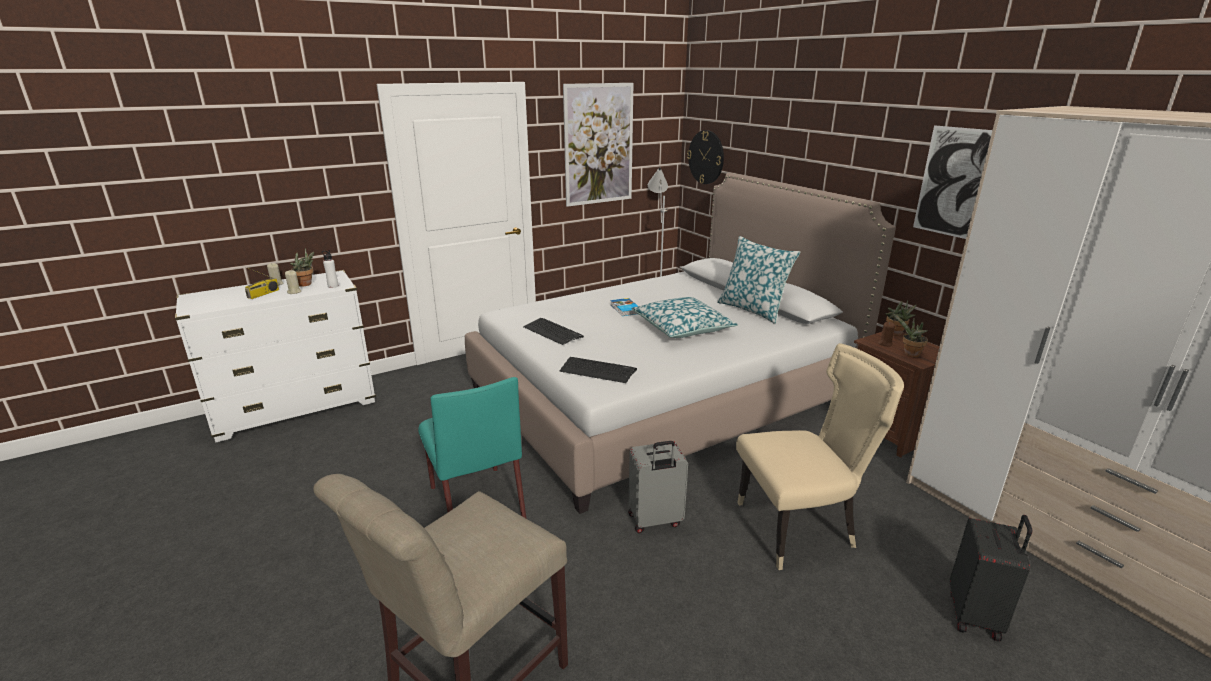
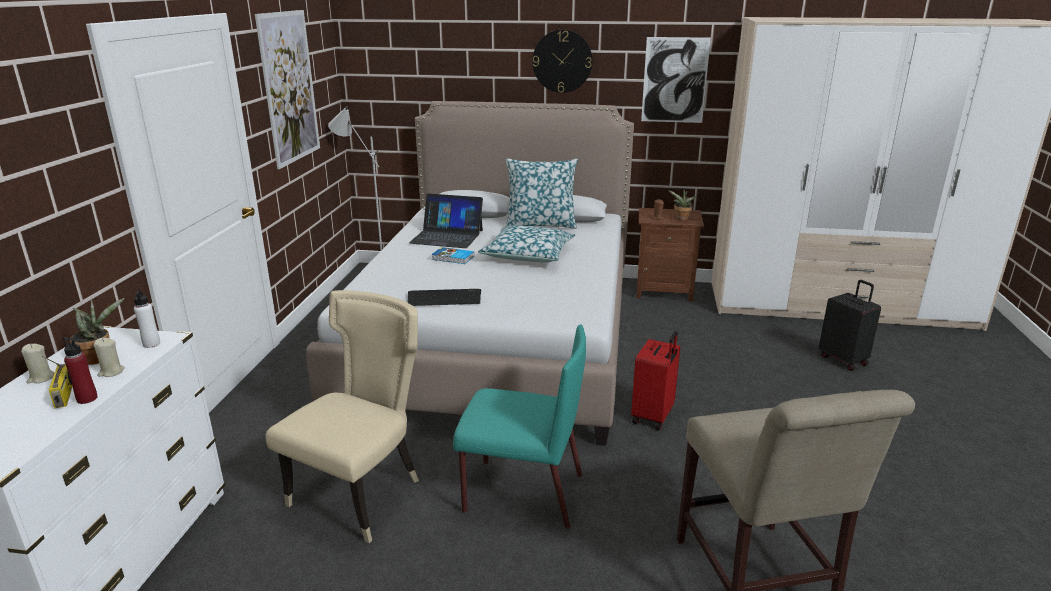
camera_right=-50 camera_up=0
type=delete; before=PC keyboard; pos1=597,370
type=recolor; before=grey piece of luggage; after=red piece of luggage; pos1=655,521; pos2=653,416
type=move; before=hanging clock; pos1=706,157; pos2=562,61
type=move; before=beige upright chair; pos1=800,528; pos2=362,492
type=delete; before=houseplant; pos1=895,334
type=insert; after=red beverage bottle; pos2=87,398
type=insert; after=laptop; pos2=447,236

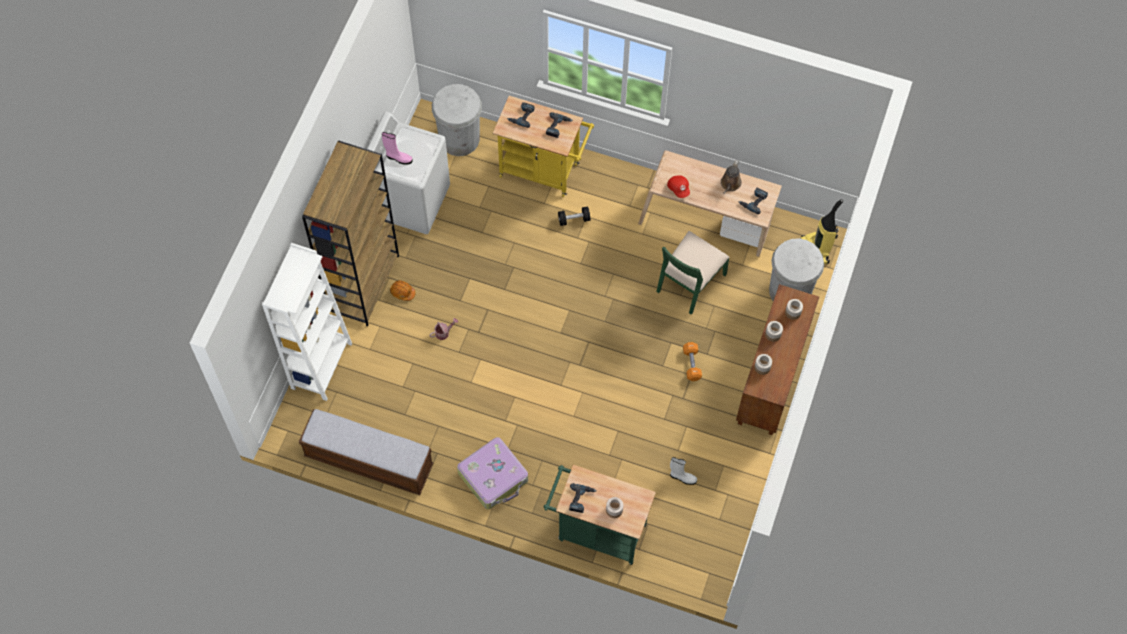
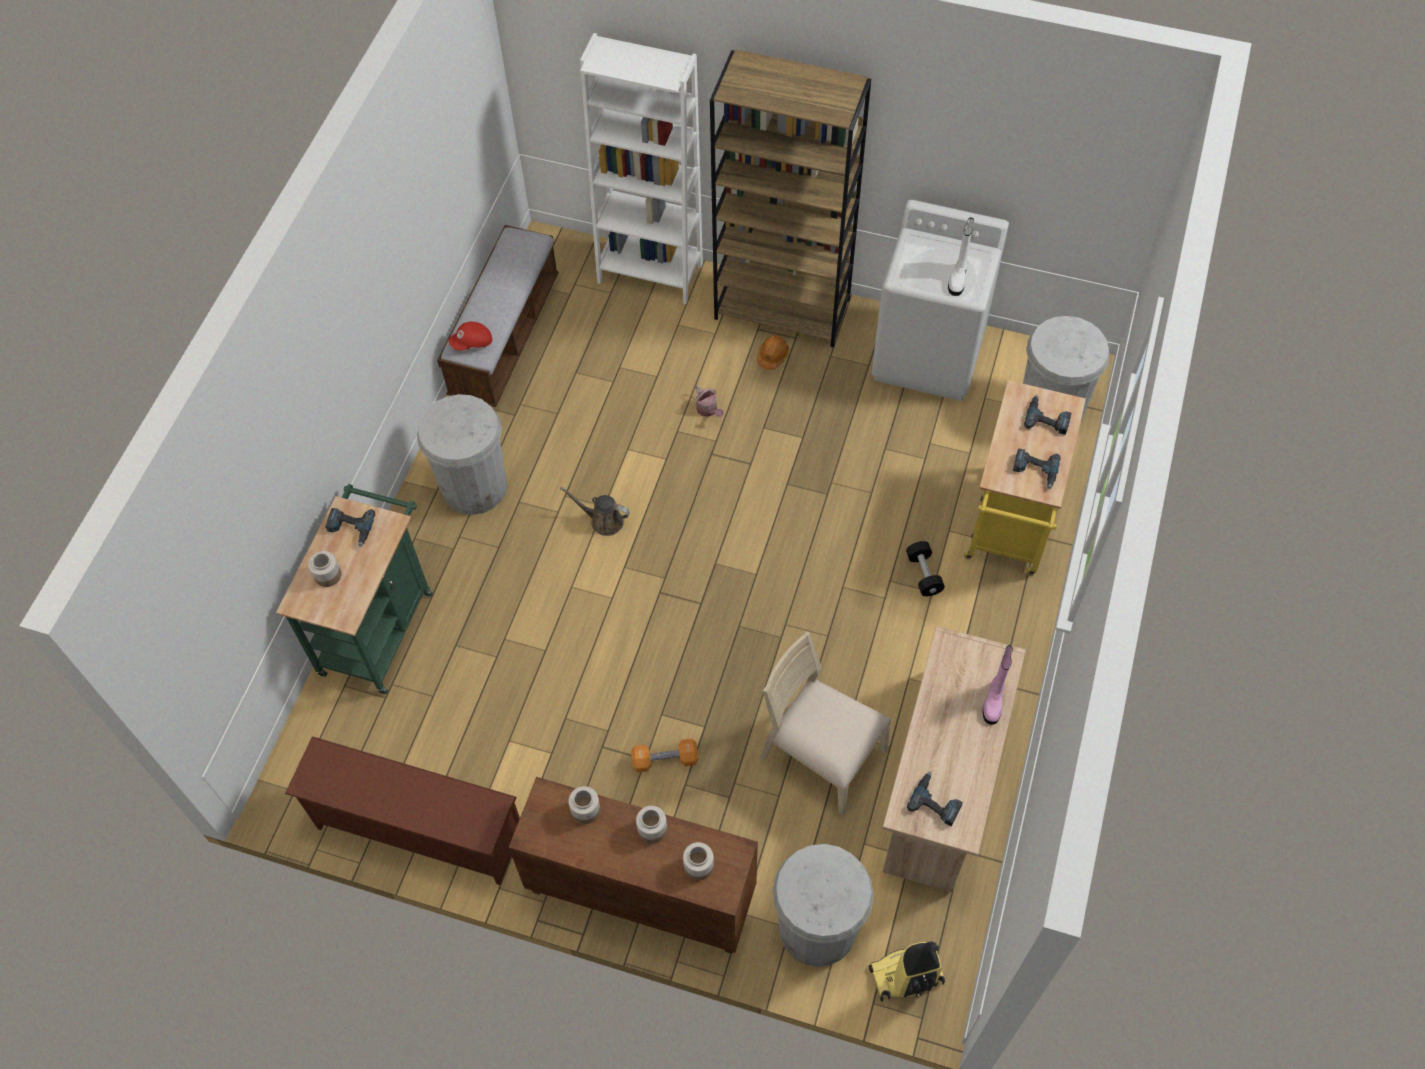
camera_right=90 camera_up=-5
type=move; before=pink-coloured boot; pos1=398,158; pos2=993,700
type=replace; before=piece of luggage; after=whitish waste bin; pos1=494,477; pos2=474,486
type=recolor; before=green-coloured upright chair; after=beige upright chair; pos1=689,282; pos2=821,755
type=move; before=red peaked cap; pos1=679,189; pos2=472,343
type=move; before=whitish boot; pos1=682,477; pos2=958,278
type=move; before=brown sprinkling can; pos1=730,184; pos2=603,521
type=insert; after=brown shoe stand; pos2=418,831

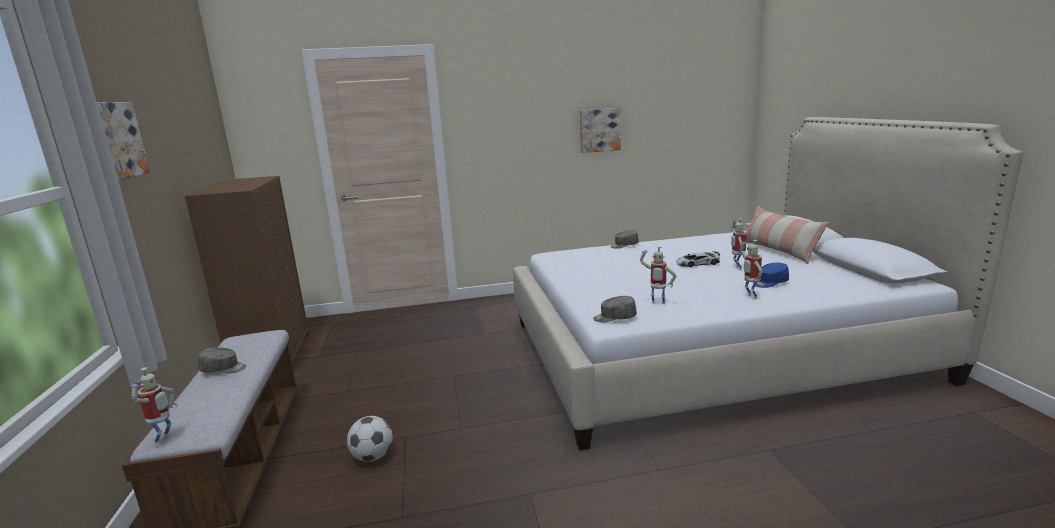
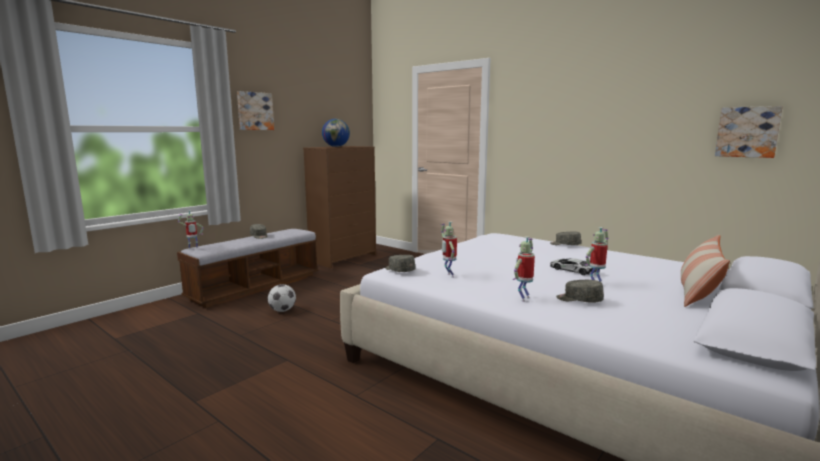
camera_right=50 camera_up=-5
type=move; before=picture; pos1=599,130; pos2=747,132
type=recolor; before=blue-coloured peaked cap; after=grey peaked cap; pos1=770,283; pos2=579,300
type=insert; after=desk globe; pos2=336,146

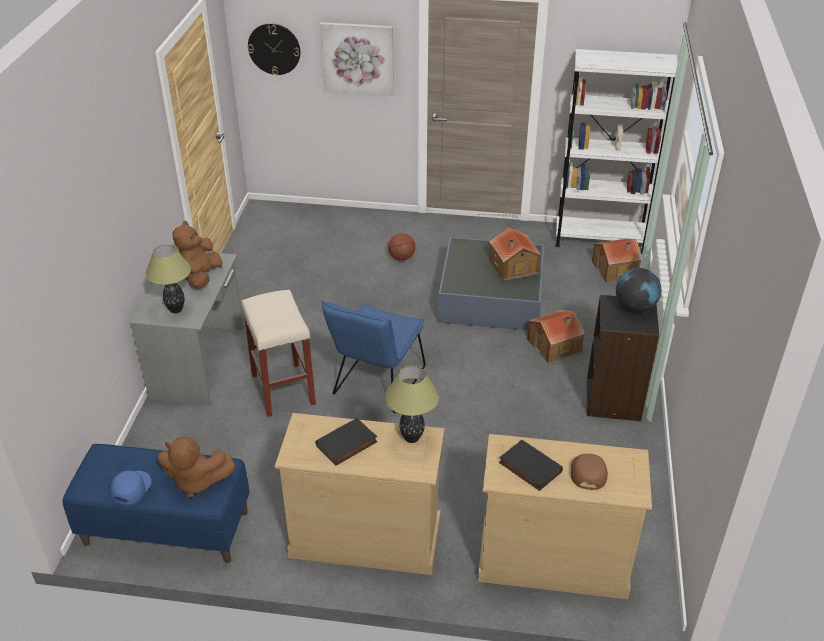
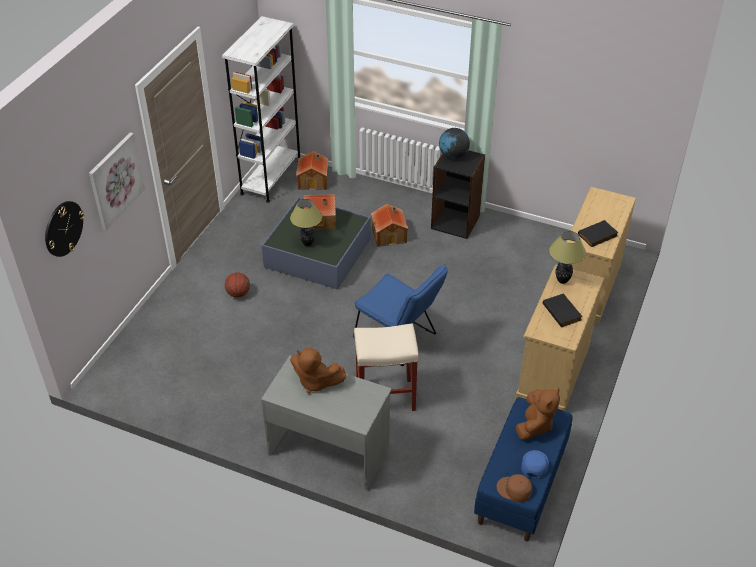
camera_right=-75 camera_up=5
type=rotate; before=blue-coloured peaked cap; pos1=130,488; pos2=534,465; turn=75
type=move; before=lamp for a table; pos1=175,310; pos2=307,243
type=move; before=brown peaked cap; pos1=587,472; pos2=514,490

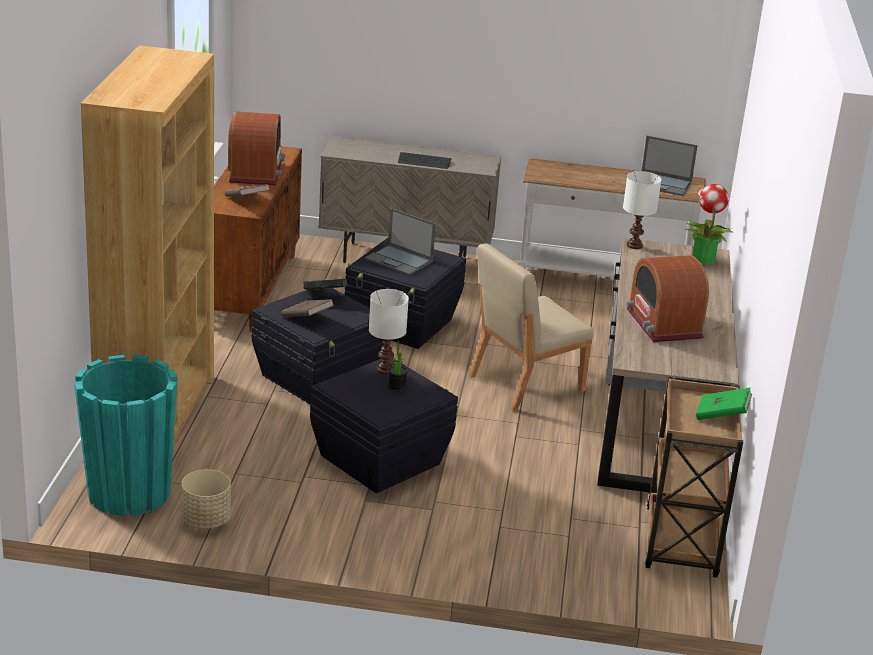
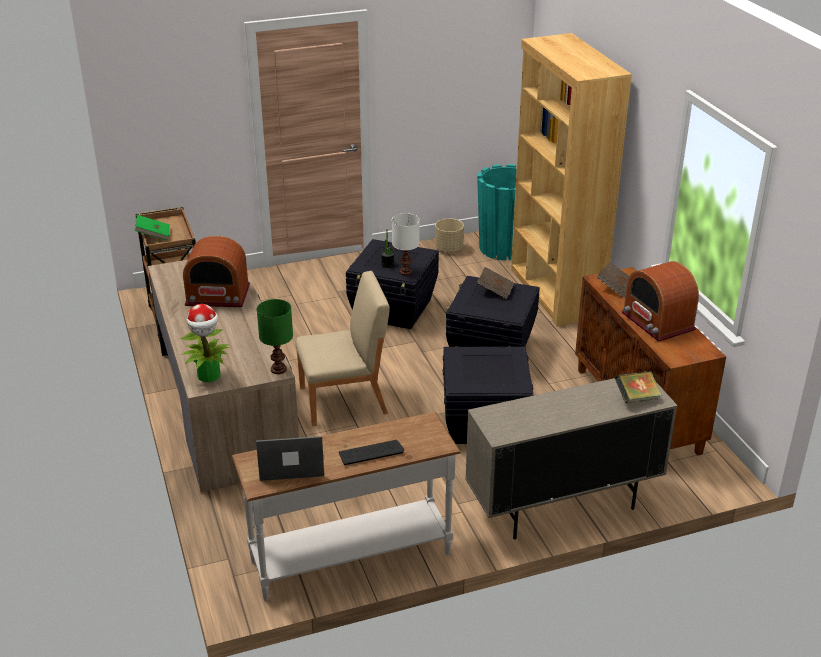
camera_right=155 camera_up=5
type=move; before=volume; pos1=324,296; pos2=636,398
type=delete; before=laptop; pos1=400,260
type=move; before=PC keyboard; pos1=424,162; pos2=371,453
type=rotate; before=beige upright chair; pos1=524,383; pos2=344,400; turn=45
type=recolor; before=whitish lamp for a table; after=green-coloured lamp for a table; pos1=634,246; pos2=278,369
type=rotate; before=radio receiver; pos1=663,323; pos2=218,295; turn=135

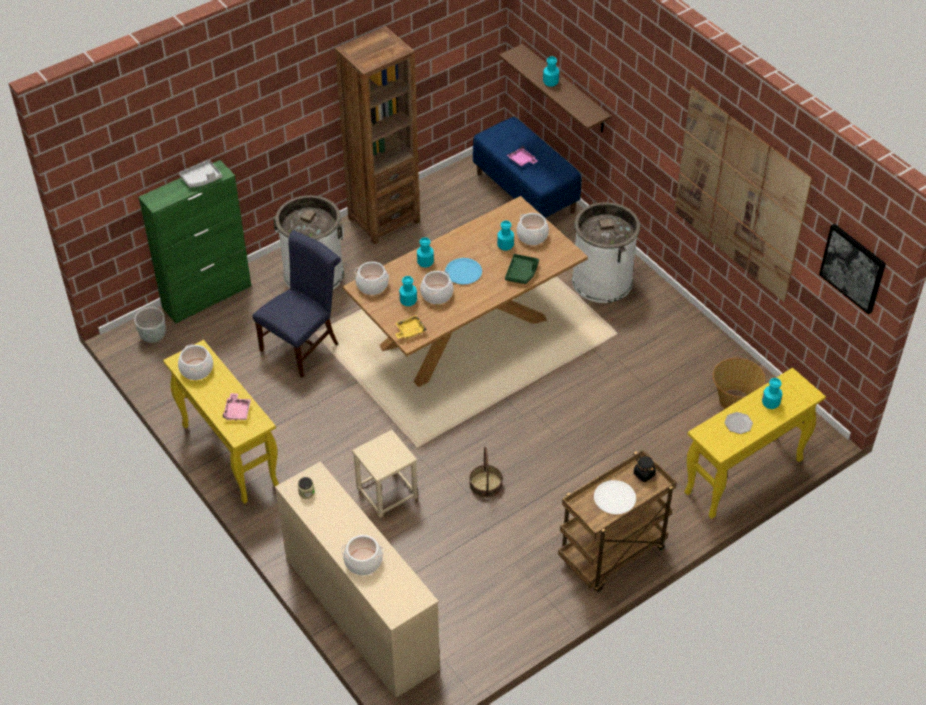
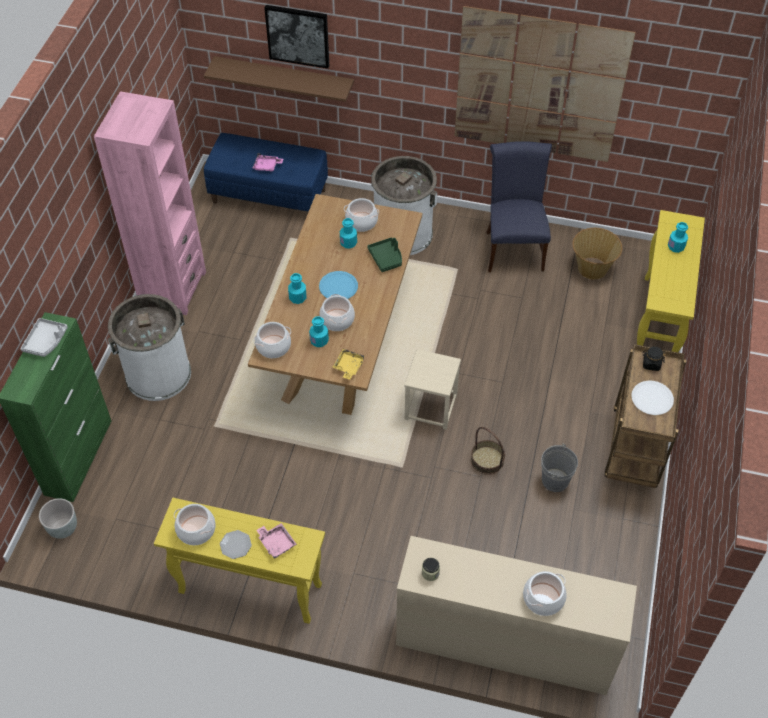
camera_right=-40 camera_up=5
type=move; before=blue-coloured upright chair; pos1=303,344; pos2=513,248
type=recolor; before=brown bookshelf; after=pink-coloured bookshelf; pos1=384,220; pos2=172,288
type=move; before=beige stool; pos1=387,493; pos2=431,407
type=delete; before=blue-green beverage bottle; pos1=550,82
type=move; before=flat dish; pos1=738,424; pos2=235,545
type=move; before=picture; pos1=853,268; pos2=298,35
type=insert; after=grey bucket; pos2=555,480

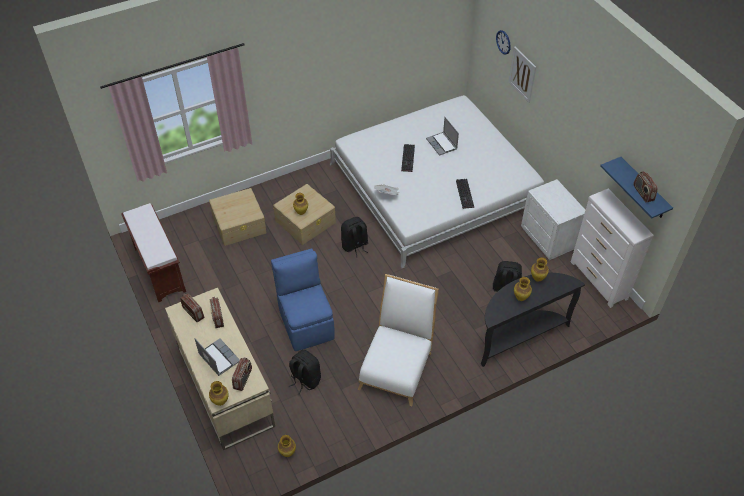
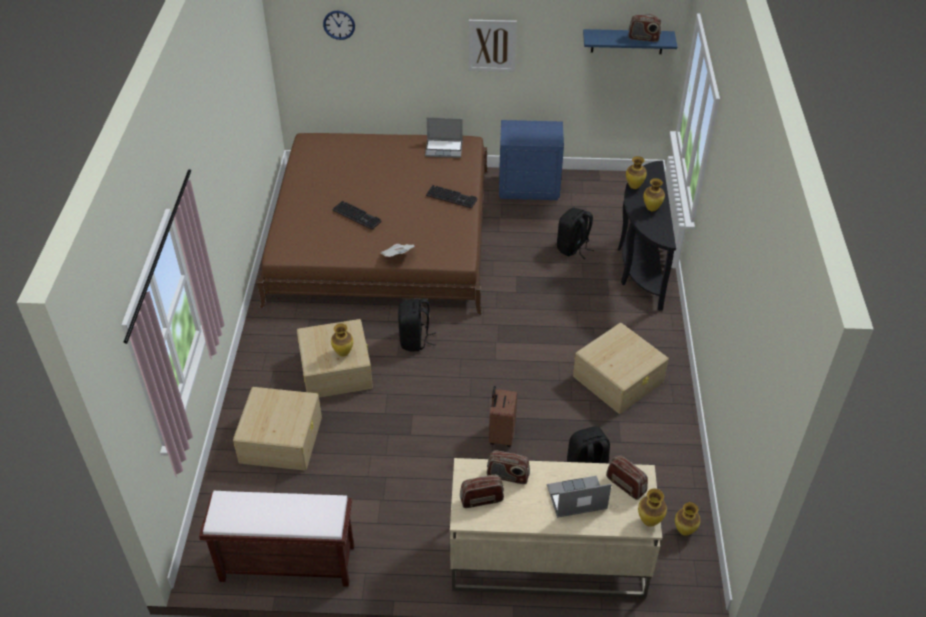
camera_right=-60 camera_up=-5
type=replace; before=blue-coloured upright chair; after=brown piece of luggage; pos1=306,323; pos2=501,435
type=recolor; before=whitish bed; after=brown bed; pos1=435,186; pos2=381,234
type=replace; before=whitish upright chair; after=beige storage container; pos1=397,366; pos2=618,378
type=move; before=laptop; pos1=442,144; pos2=444,149
type=move; before=picture; pos1=522,74; pos2=492,45
type=recolor; before=whitish night table; after=blue-coloured night table; pos1=549,238; pos2=529,187
type=delete; before=whitish drawer chest; pos1=599,280

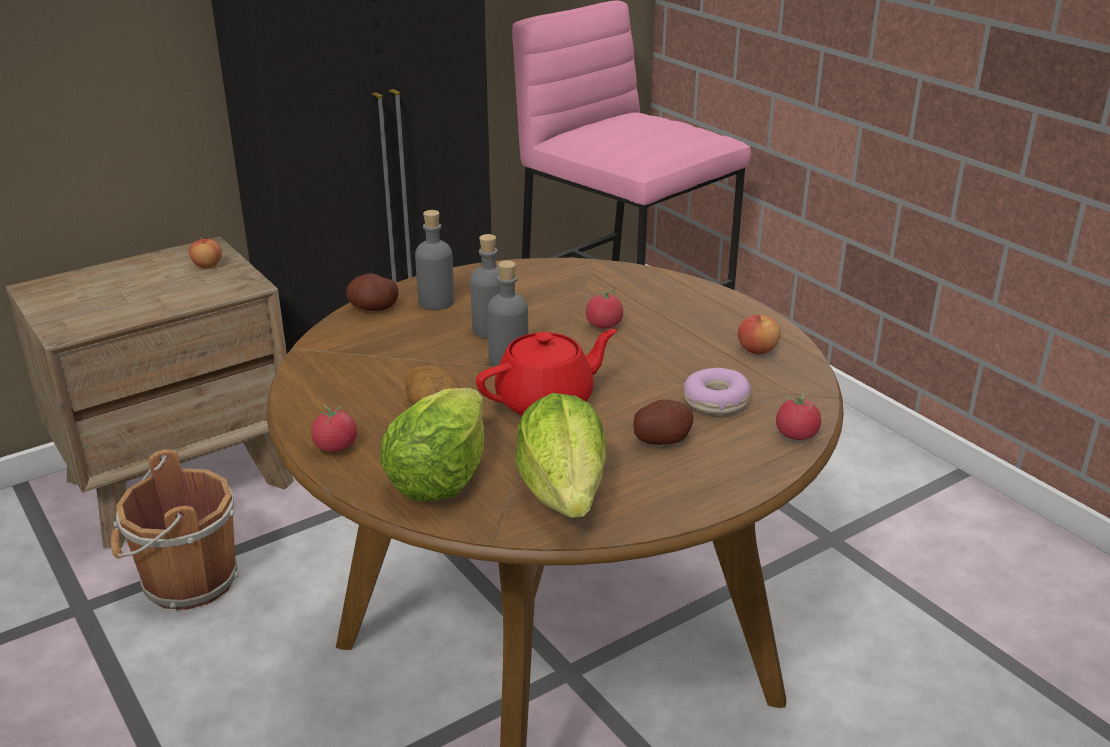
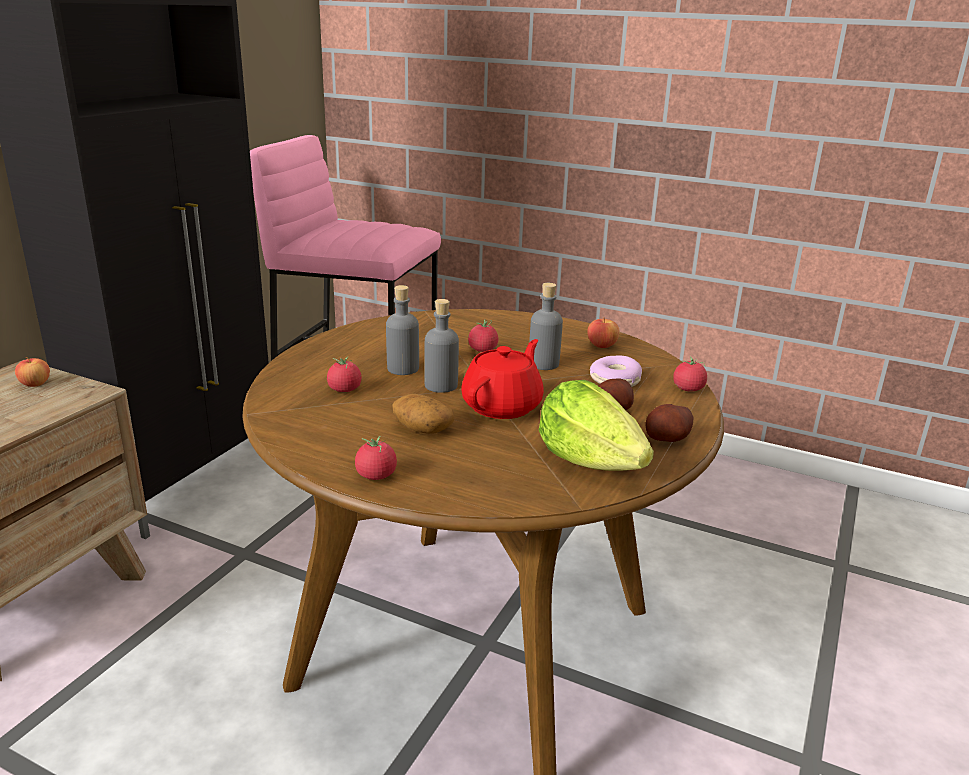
camera_right=-30 camera_up=-5
type=delete; before=brown bucket; pos1=185,582
type=move; before=whole potato; pos1=373,308; pos2=667,439
type=delete; before=lettuce; pos1=439,478
type=move; before=grey beverage bottle; pos1=436,302; pos2=543,364
type=insert; after=whole tomato; pos2=344,390

